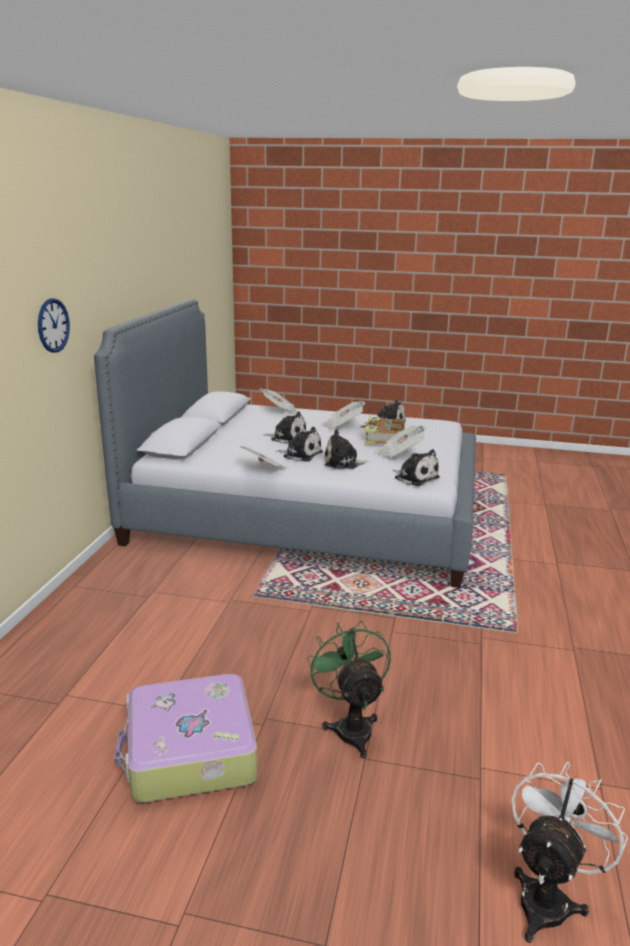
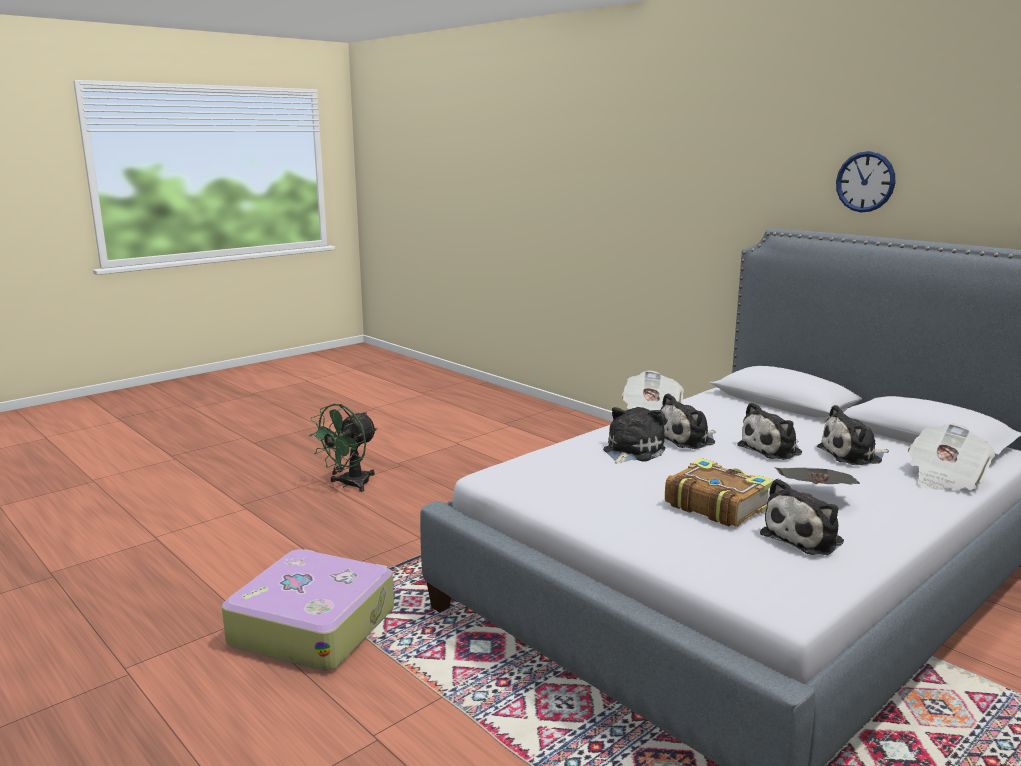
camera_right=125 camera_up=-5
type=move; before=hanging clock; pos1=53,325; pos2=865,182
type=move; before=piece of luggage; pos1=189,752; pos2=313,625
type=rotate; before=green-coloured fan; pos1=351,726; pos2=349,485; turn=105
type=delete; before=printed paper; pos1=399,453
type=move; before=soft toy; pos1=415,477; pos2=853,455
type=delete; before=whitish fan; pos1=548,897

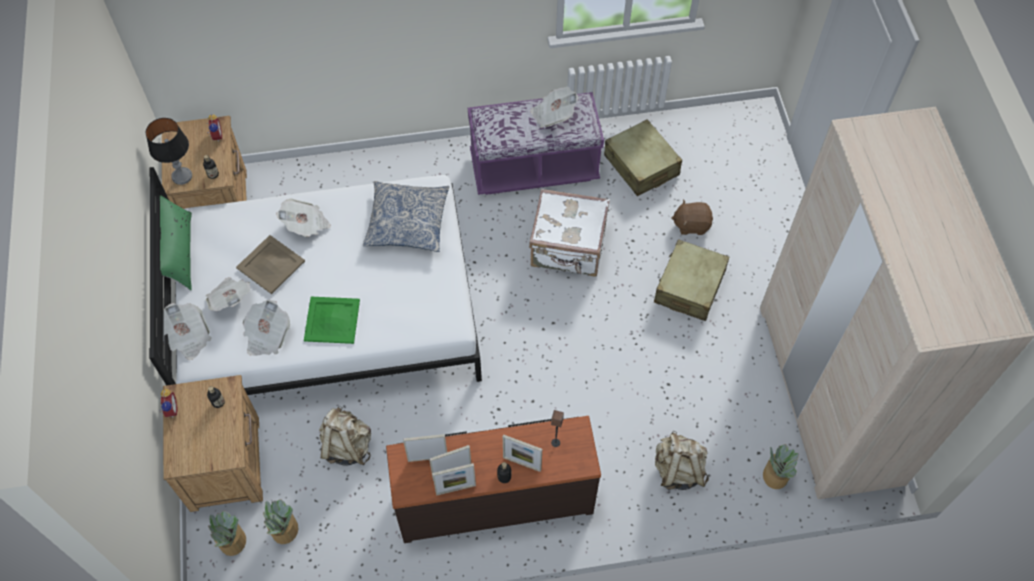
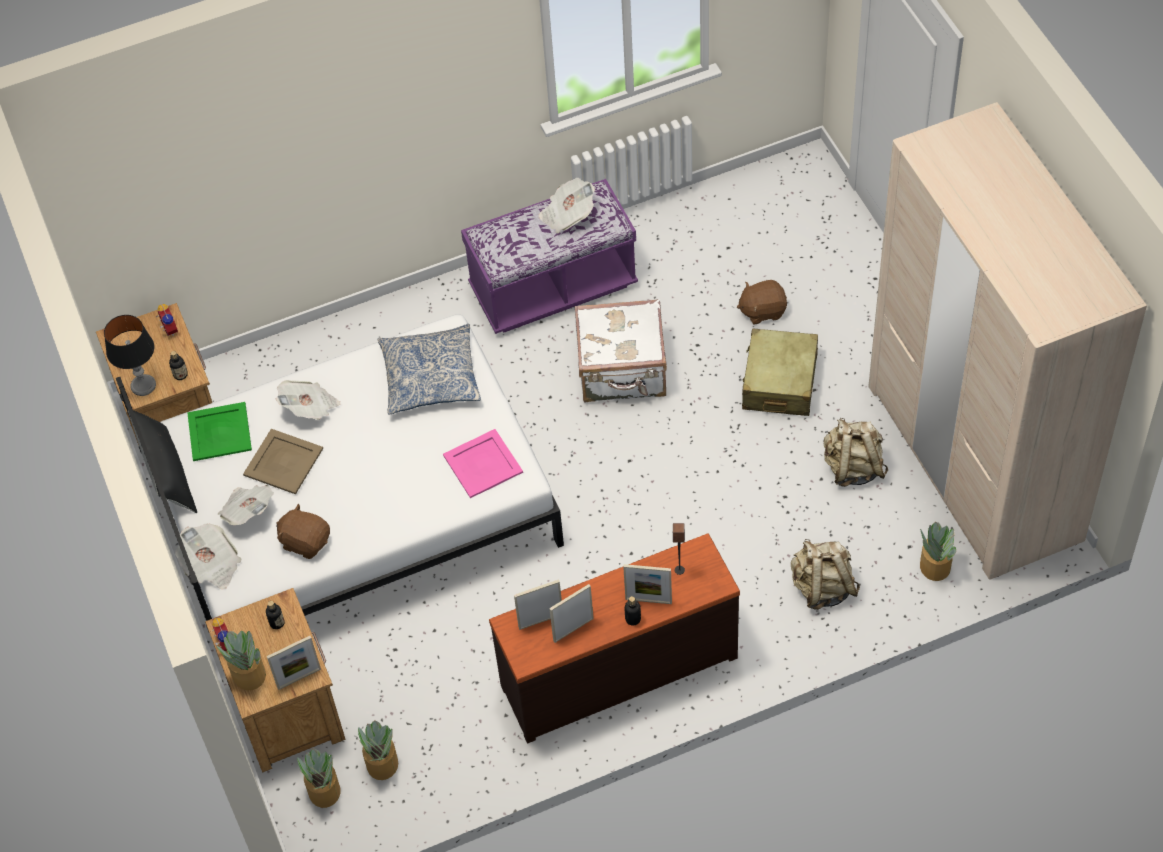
camera_right=-10 camera_up=-5
type=recolor; before=green-coloured cushion; after=black-coloured cushion; pos1=179,252; pos2=167,474
type=replace; before=printed paper; after=brown soft toy; pos1=267,336; pos2=305,541
type=move; before=green-coloured serving tray; pos1=332,320; pos2=220,432
type=move; before=beige knapsack; pos1=347,446; pos2=853,467
type=move; before=picture frame; pos1=455,489; pos2=299,678
type=delete; before=beige piece of luggage; pos1=641,165
type=insert; after=houseplant; pos2=249,675
type=insert; after=pink-coloured serving tray; pos2=483,464

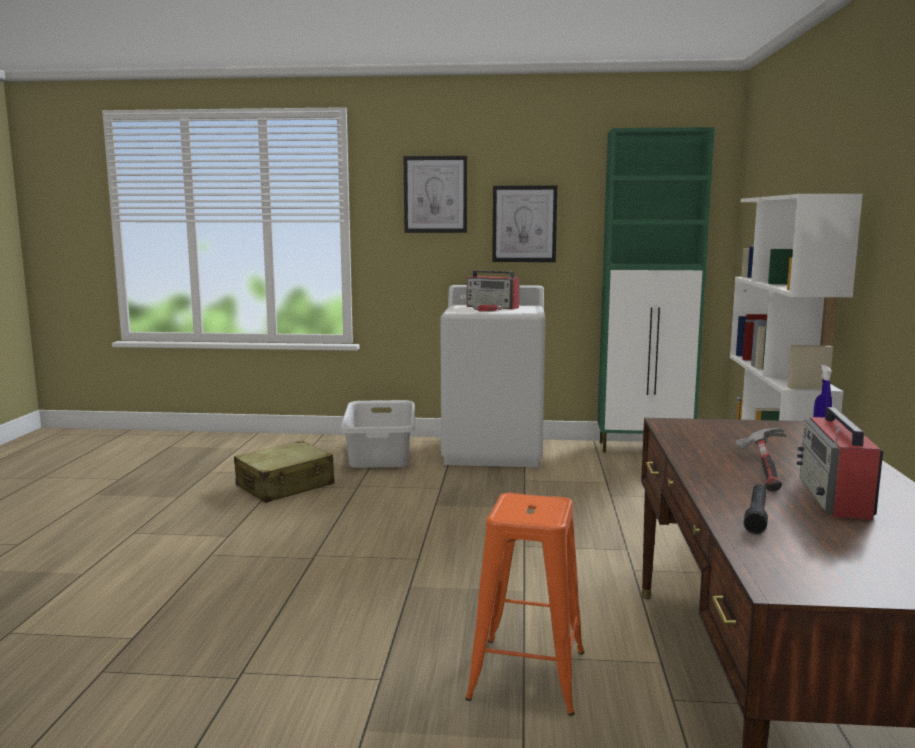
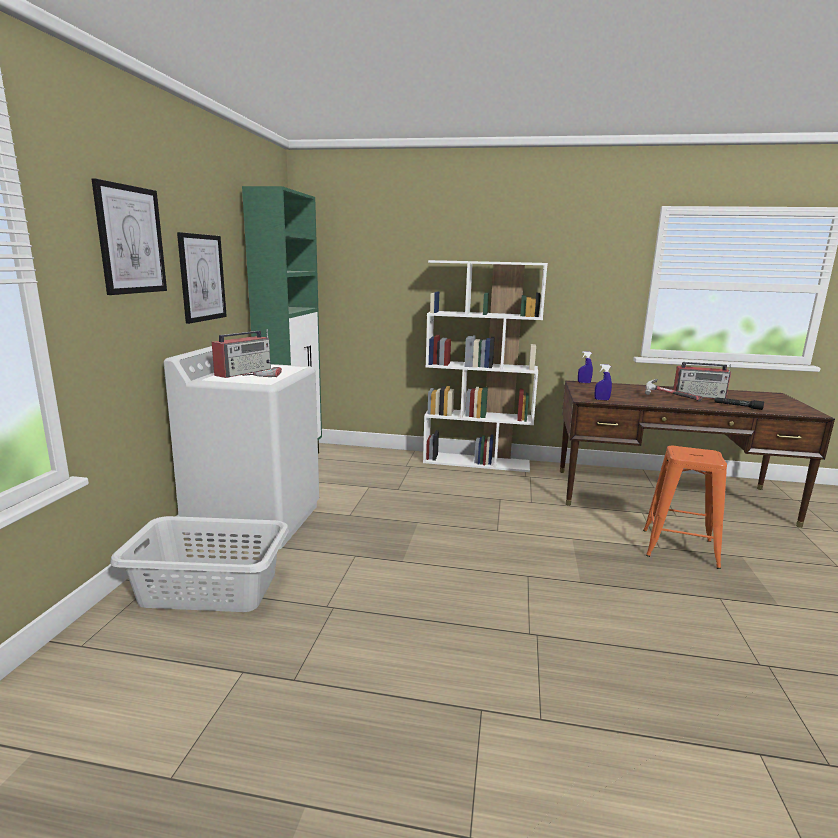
camera_right=-85 camera_up=5
type=delete; before=beige piece of luggage; pos1=285,485
type=insert; after=blue-coloured spray bottle; pos2=601,399

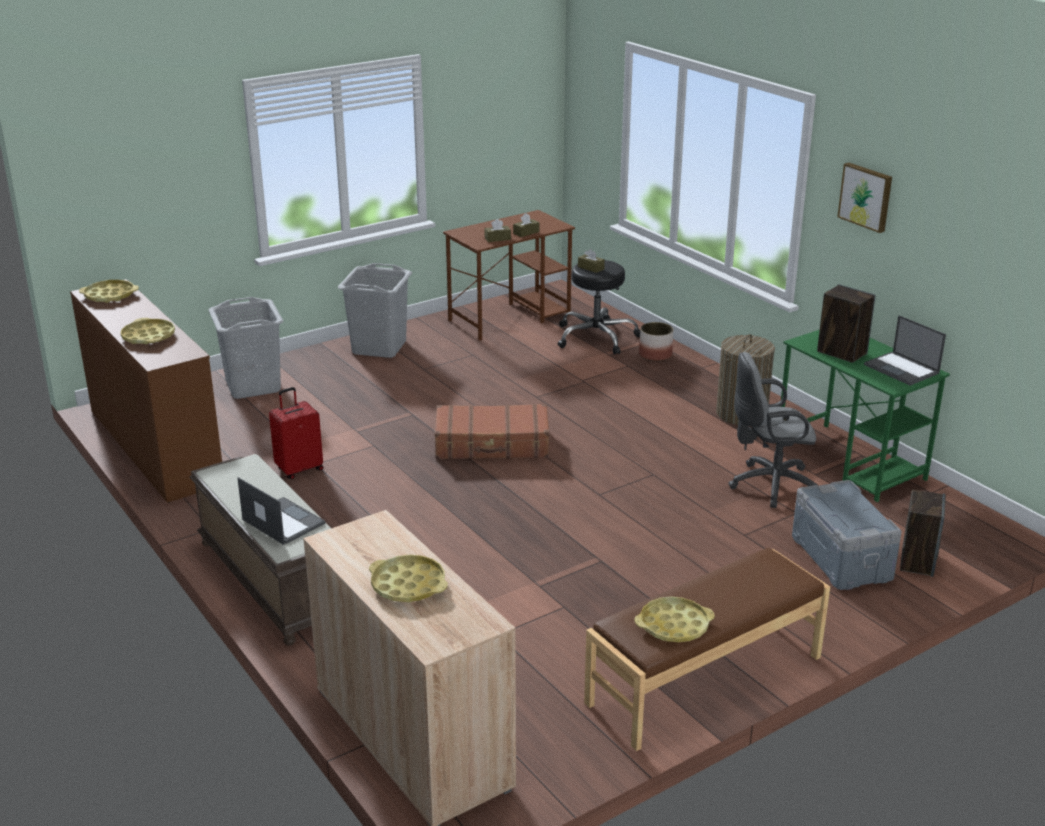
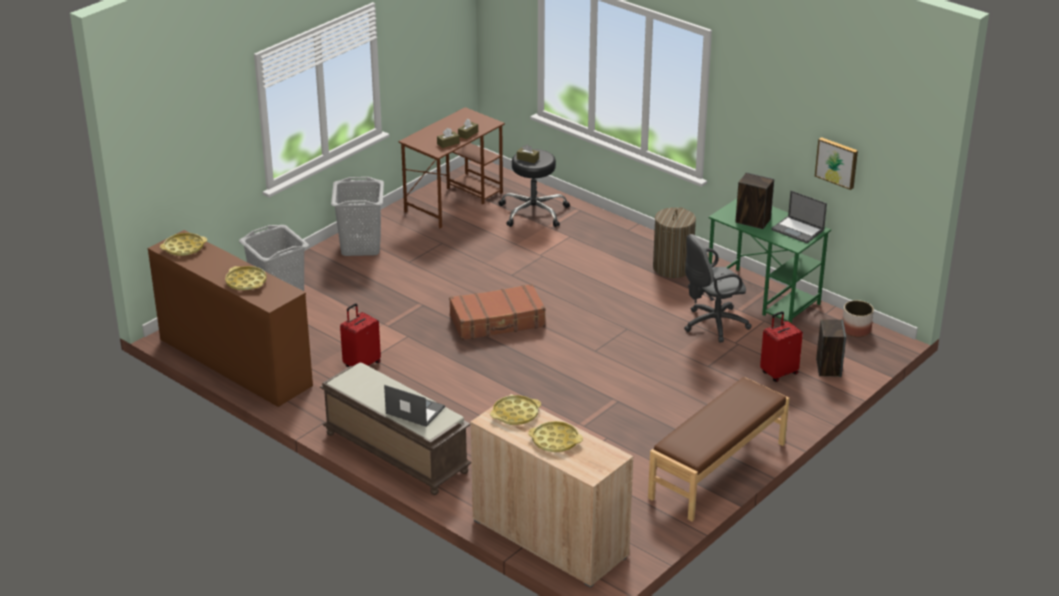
camera_right=-15 camera_up=5
type=move; before=yellowish serving tray; pos1=674,625; pos2=515,414
type=move; before=planter; pos1=655,355; pos2=856,330
type=replace; before=grey storage container; after=red piece of luggage; pos1=842,558; pos2=778,373
type=move; before=picture; pos1=866,196; pos2=837,162

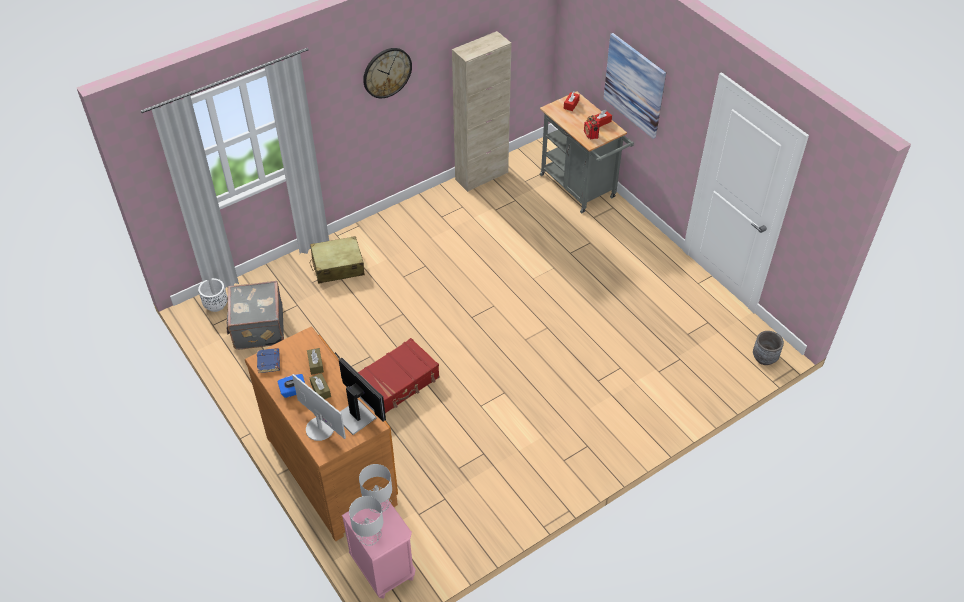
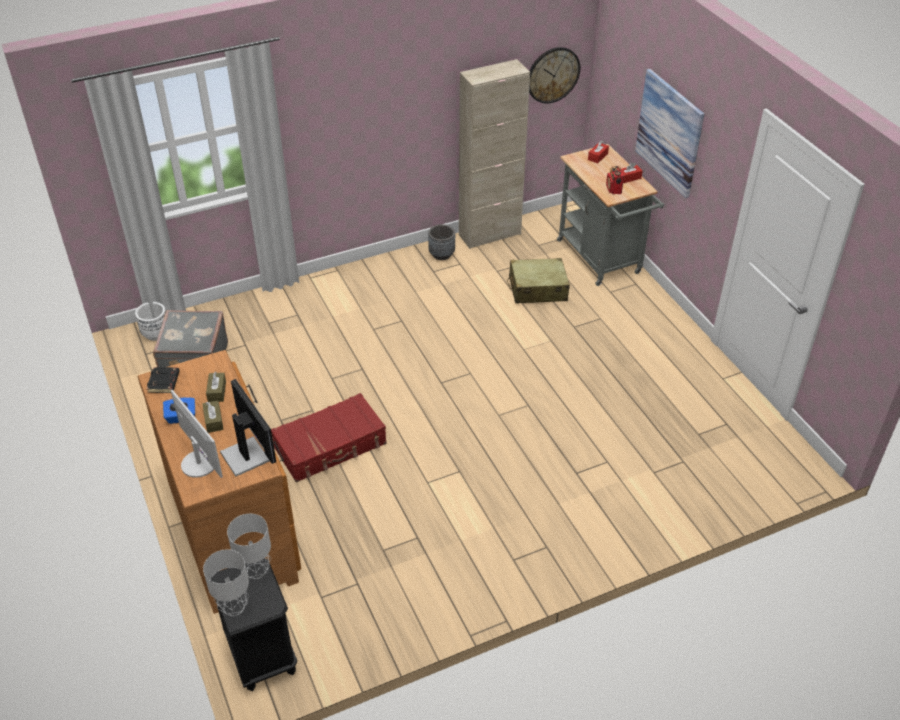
camera_right=10 camera_up=-5
type=recolor; before=blue-coloured volume; after=black-coloured volume; pos1=269,362; pos2=164,382
type=move; before=beige piece of luggage; pos1=337,266; pos2=537,289
type=recolor; before=pink-coloured night table; after=black-coloured night table; pos1=383,568; pos2=261,655
type=move; before=hanging clock; pos1=387,72; pos2=553,75
type=move; before=grey planter; pos1=764,358; pos2=441,254

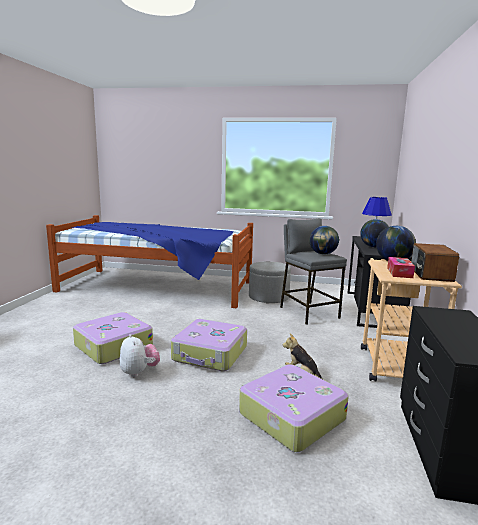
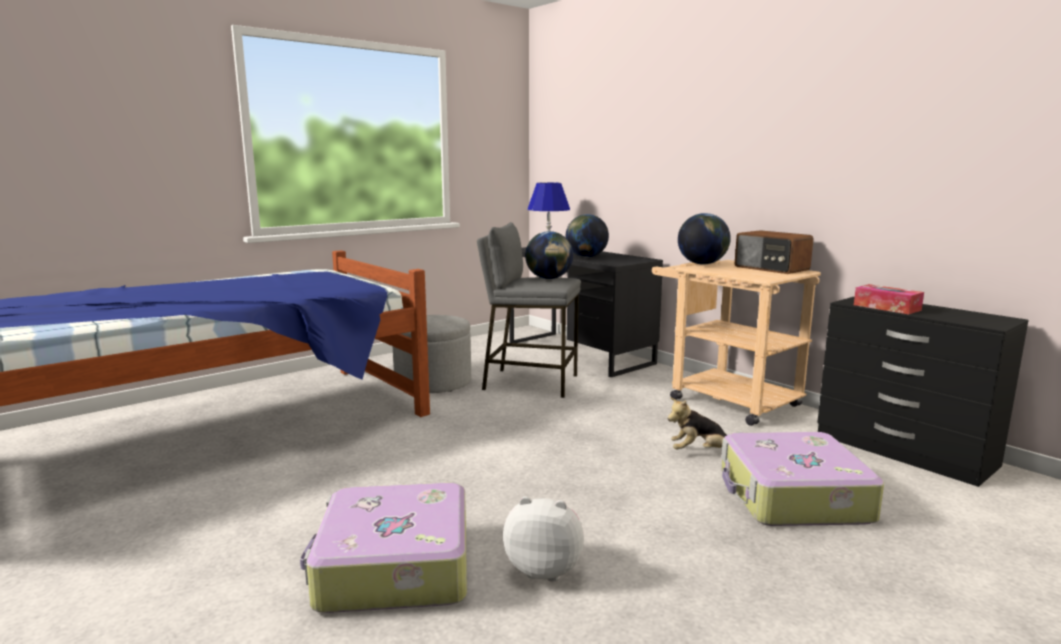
camera_right=-50 camera_up=0
type=delete; before=piece of luggage; pos1=210,354
type=move; before=box of tissues; pos1=399,272; pos2=886,307

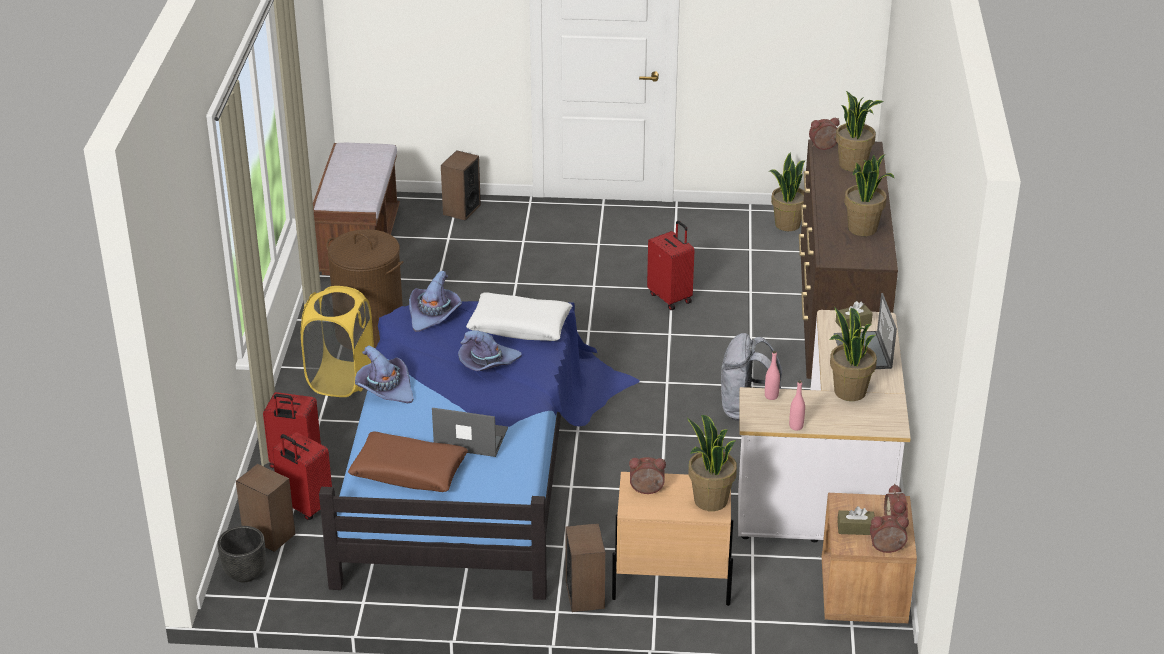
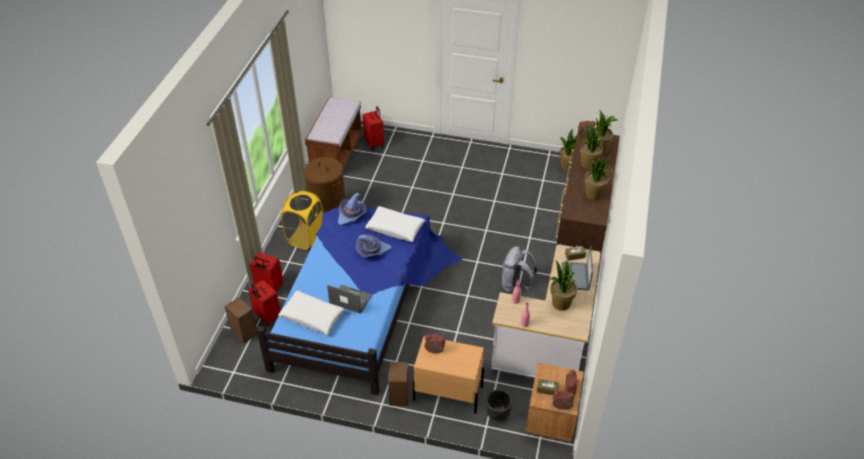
camera_right=10 camera_up=10
type=move; before=black-coloured planter; pos1=244,574; pos2=497,414
type=recolor; before=brown cushion; after=whitish cushion; pos1=409,471; pos2=312,316
type=delete; before=purple wearable hat; pos1=385,388
type=delete; before=speaker; pos1=461,209
type=move; before=red piece of luggage; pos1=671,297; pos2=375,143
type=move; before=houseplant; pos1=710,500; pos2=588,164

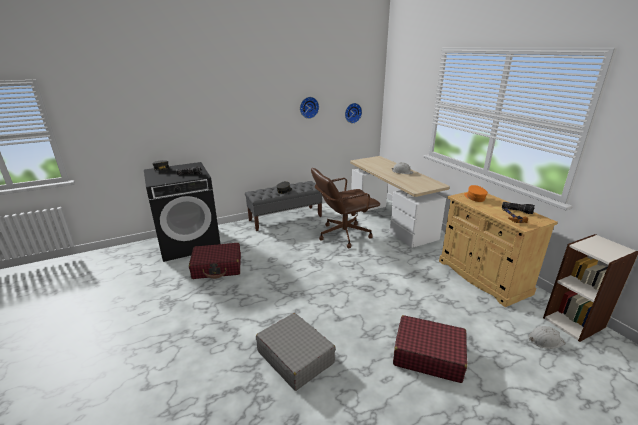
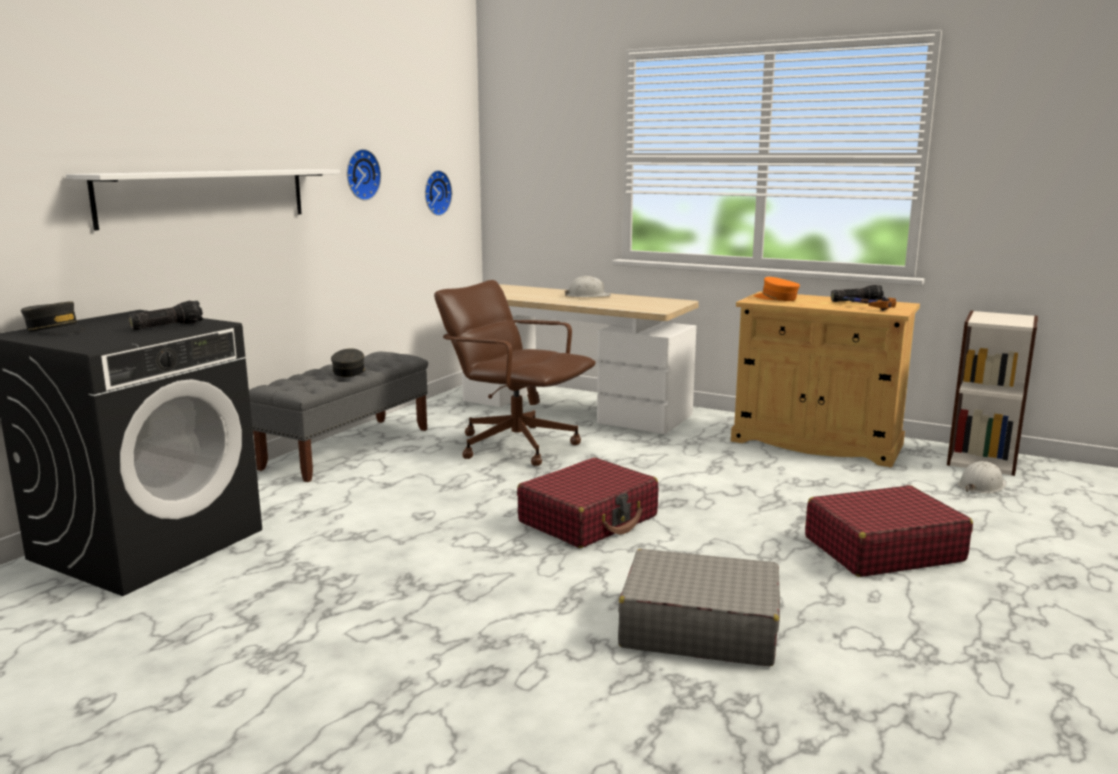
camera_right=-35 camera_up=-10
type=move; before=red piece of luggage; pos1=217,267; pos2=589,519
type=rotate; before=brown computer chair; pos1=343,234; pos2=516,445; turn=90
type=insert; after=whitish wall shelf; pos2=207,196

